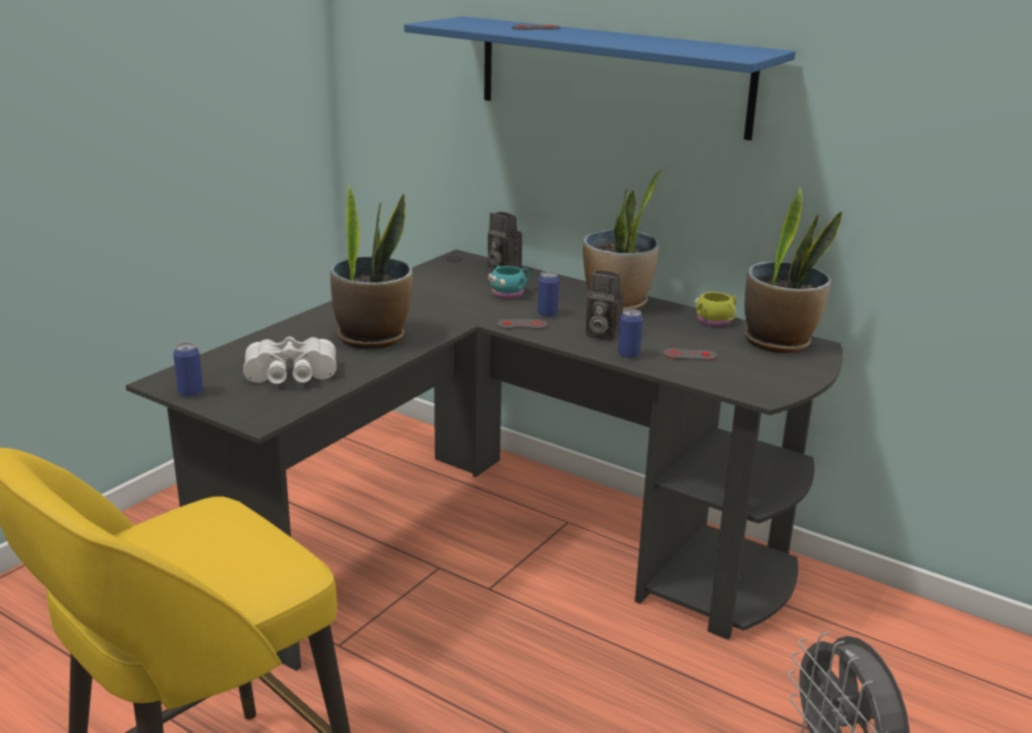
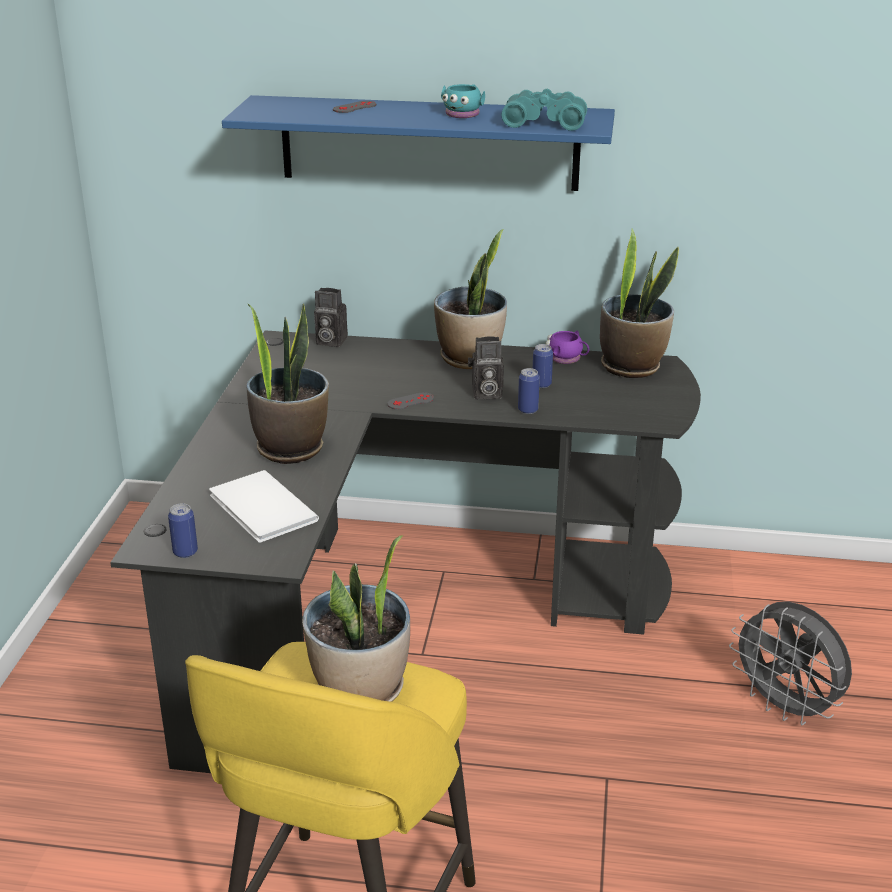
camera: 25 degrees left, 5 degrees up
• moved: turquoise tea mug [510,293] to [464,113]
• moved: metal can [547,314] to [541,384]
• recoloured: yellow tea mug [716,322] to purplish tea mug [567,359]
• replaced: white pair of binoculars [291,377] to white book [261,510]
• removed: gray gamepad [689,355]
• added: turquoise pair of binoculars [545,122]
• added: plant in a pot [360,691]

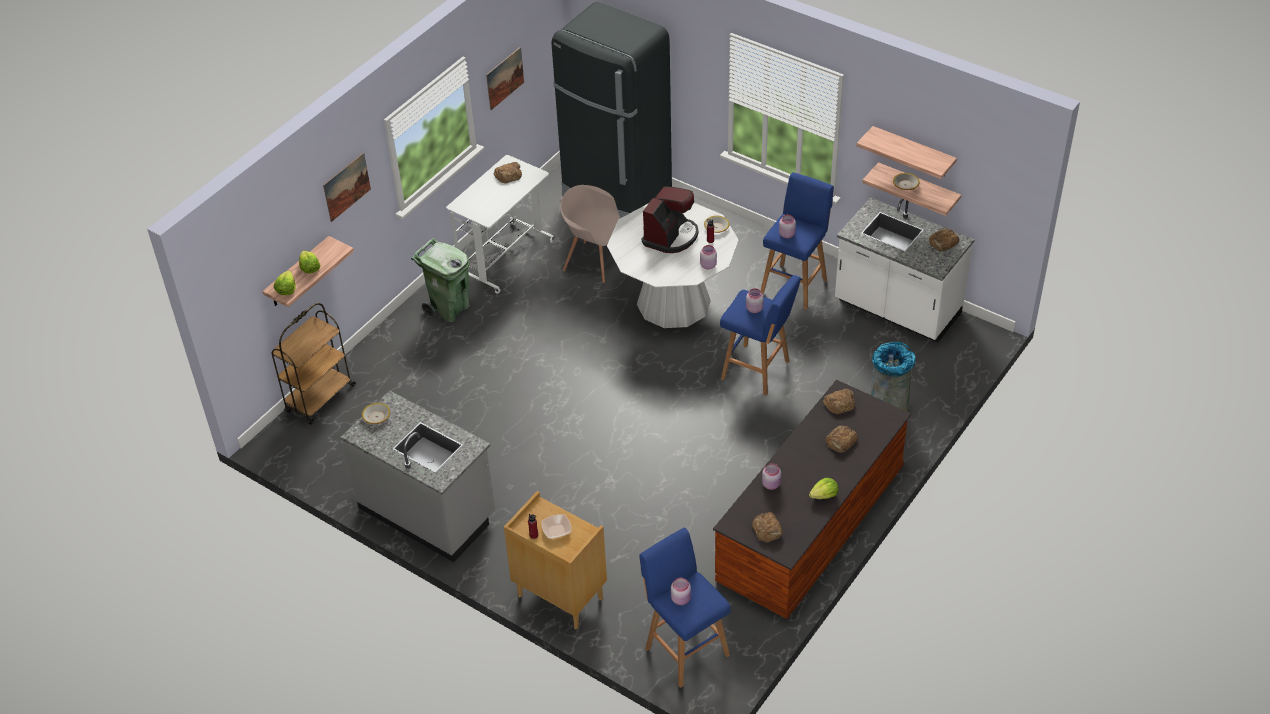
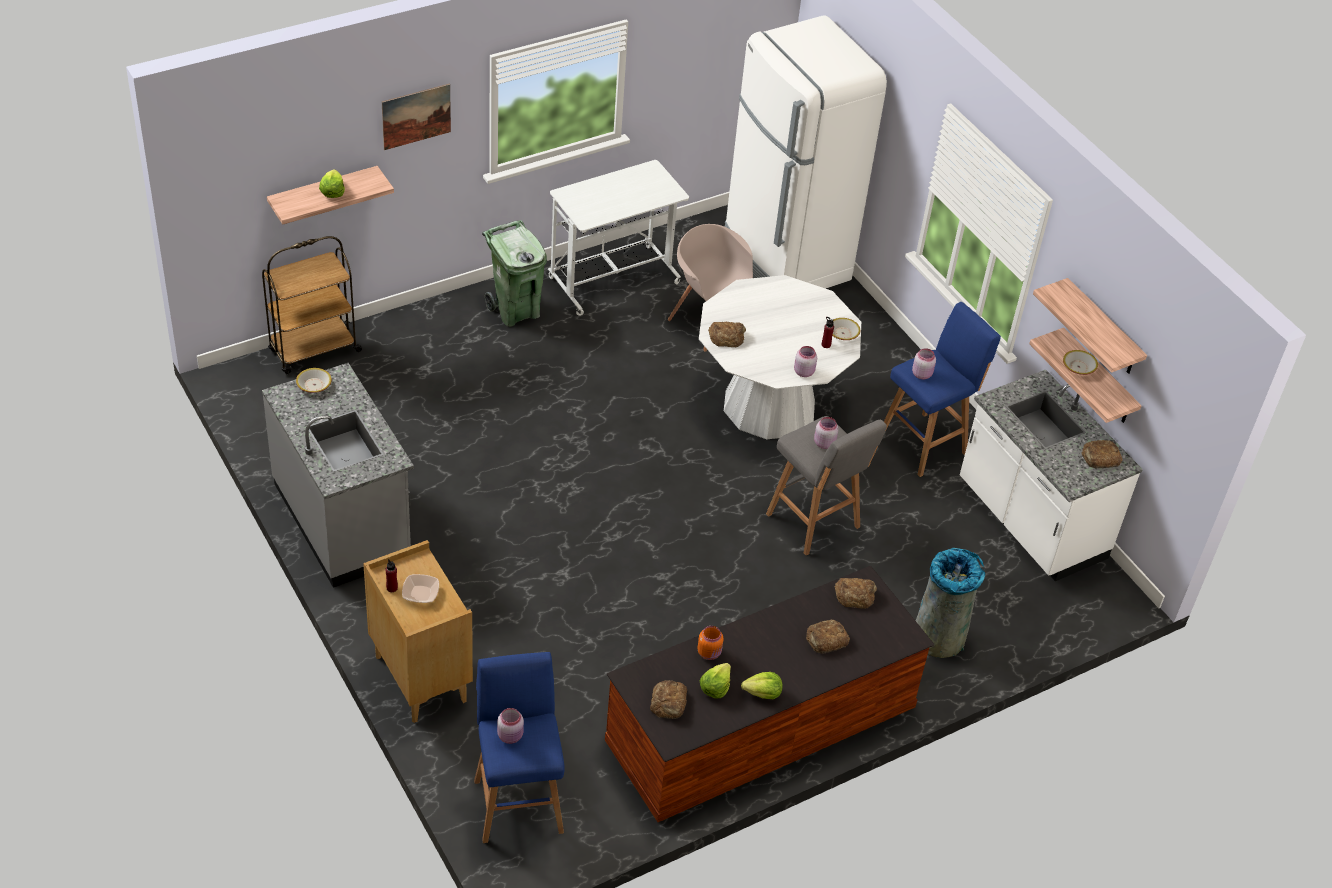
camera: 20 degrees right, 0 degrees up
• recoloured: blackish fridge [616,194] to white fridge [785,260]
• removed: wall art [505,78]
• moved: bread [508,175] to [727,336]
• removed: coffee machine [671,236]
• moved: head of lettuce [286,289] to [715,687]
• recoloured: blue stool [757,371] to gray stool [815,523]
• recoloured: pinkish jar [771,484] to orange jar [709,653]

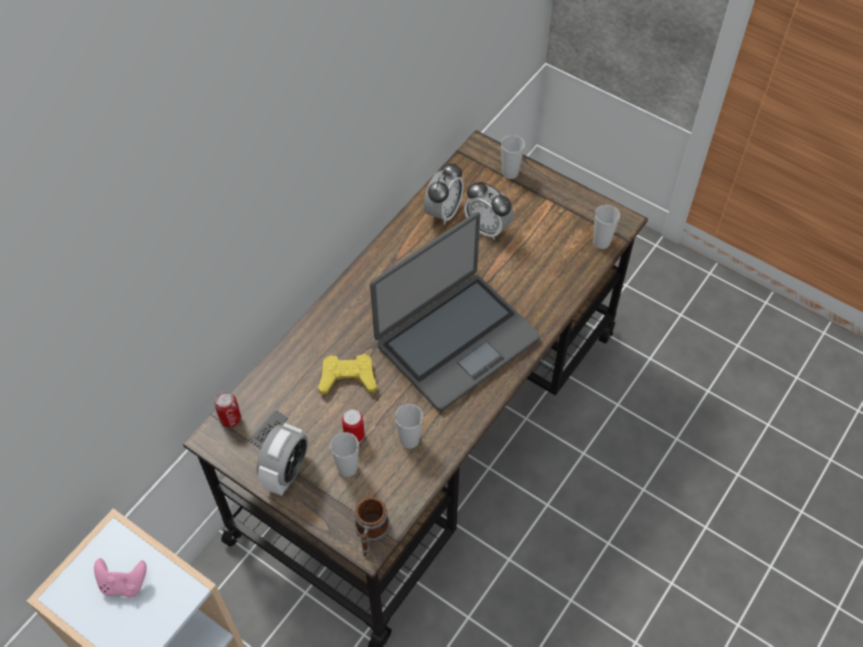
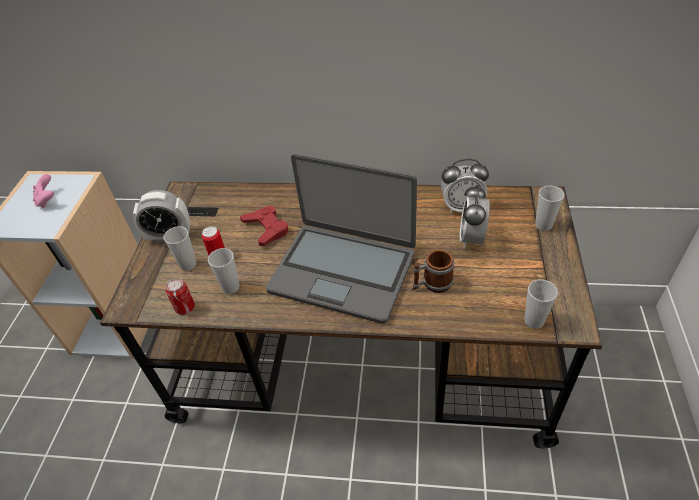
camera: 65 degrees right, 10 degrees down
• recoloured: yellow gamepad [348,378] to red gamepad [266,228]
• moved: metal can [230,418] to [185,308]
• moved: tea mug [370,533] to [432,284]

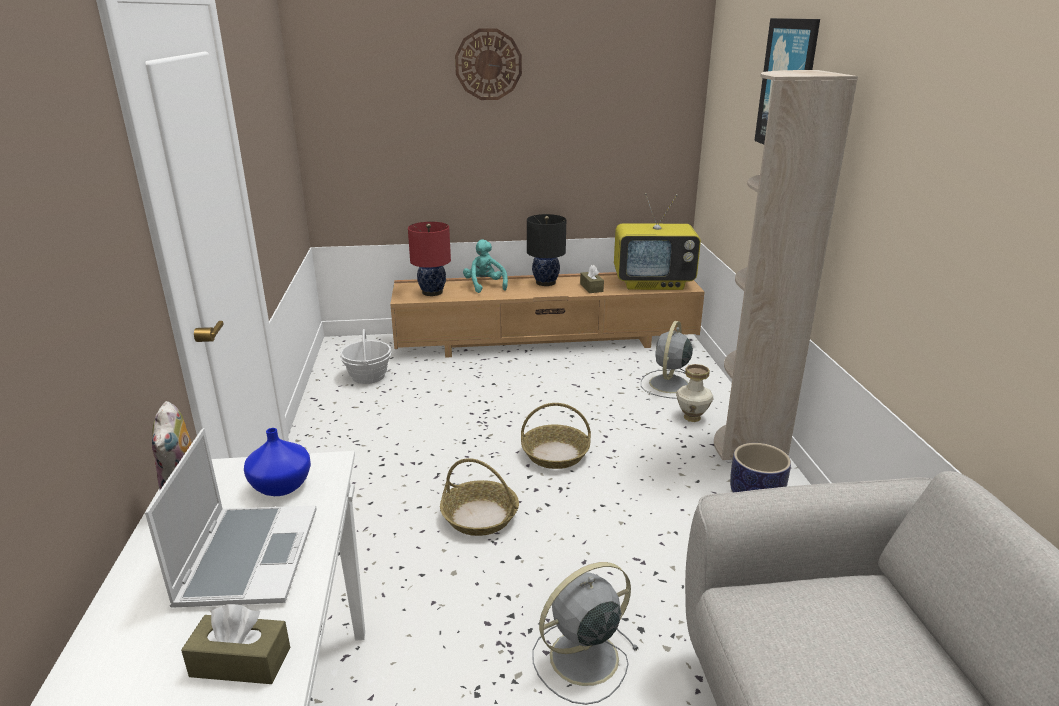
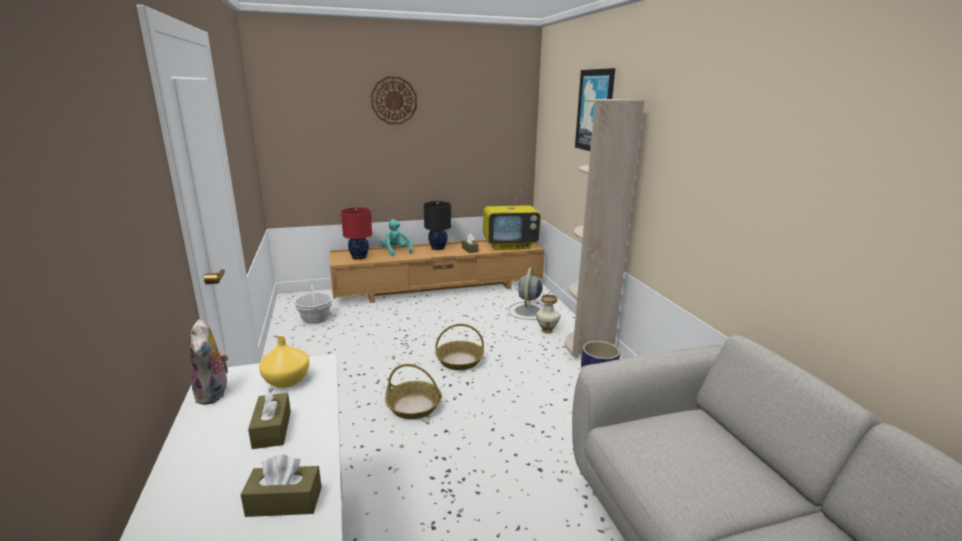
camera: 10 degrees left, 5 degrees down
• replaced: portable computer [248,556] to brown tissue box [272,429]
• recoloured: blue decorative vase [280,486] to yellow decorative vase [286,381]
• removed: gray fan [581,658]

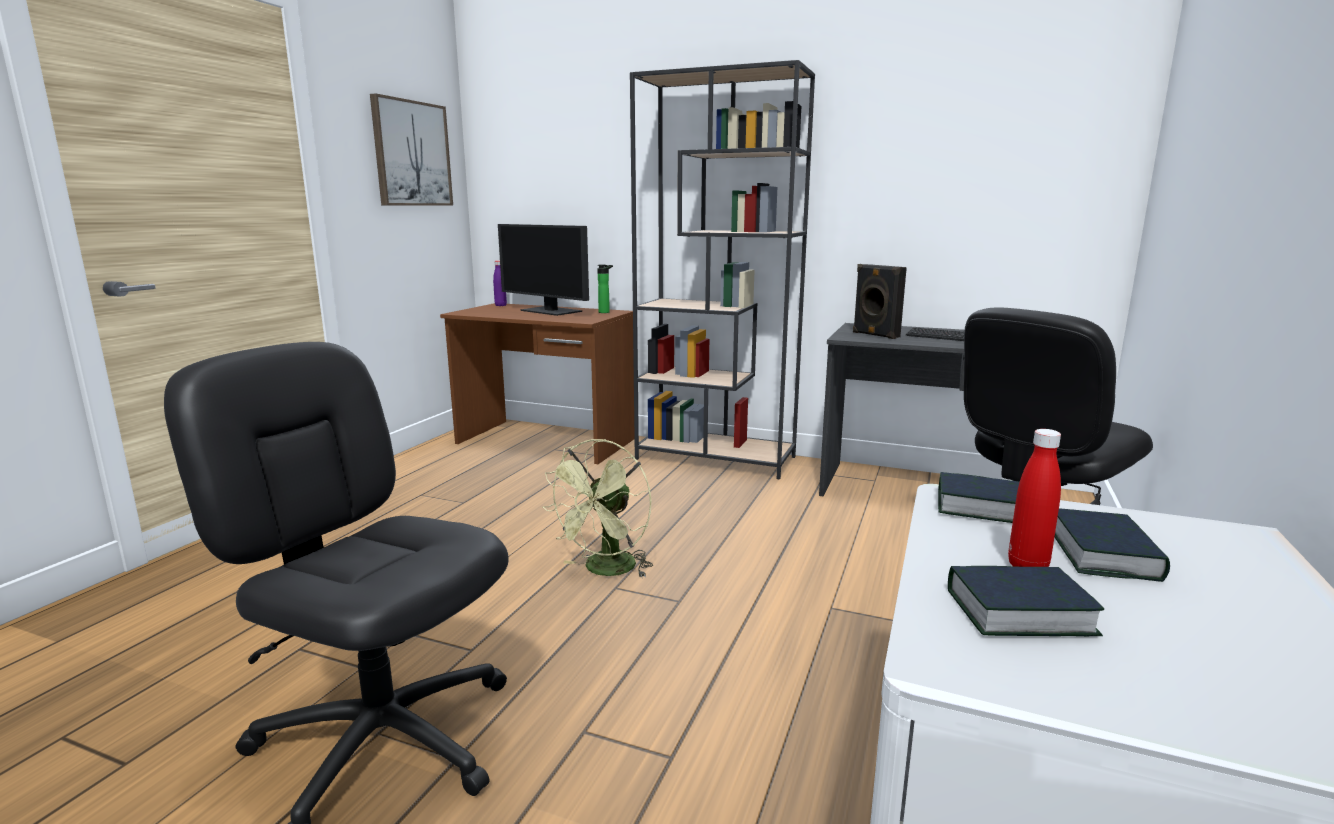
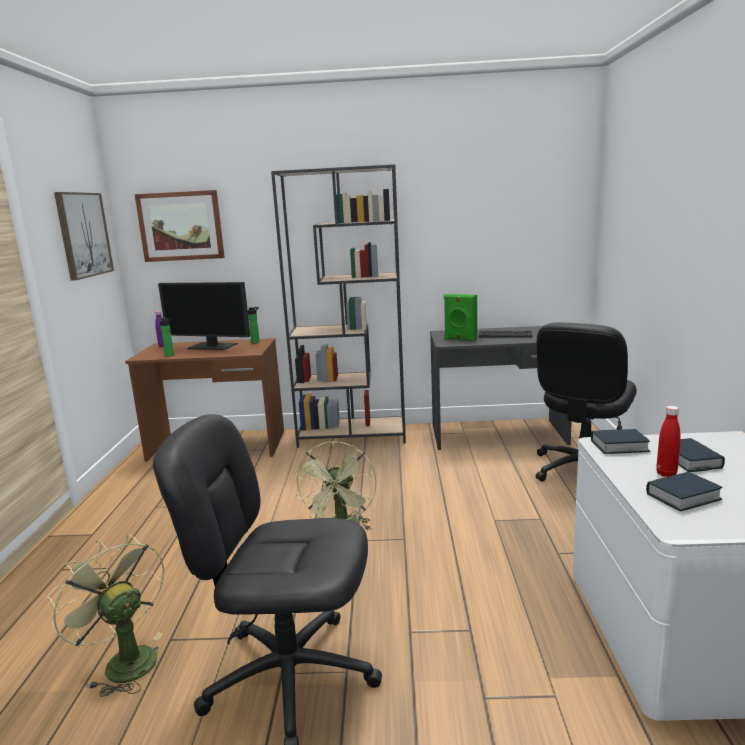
camera: 20 degrees left, 0 degrees up
• recoloured: blackish loudspeaker [874,335] to green loudspeaker [460,339]
• added: wall art [181,226]
• added: beverage bottle [170,355]
• added: green fan [123,661]

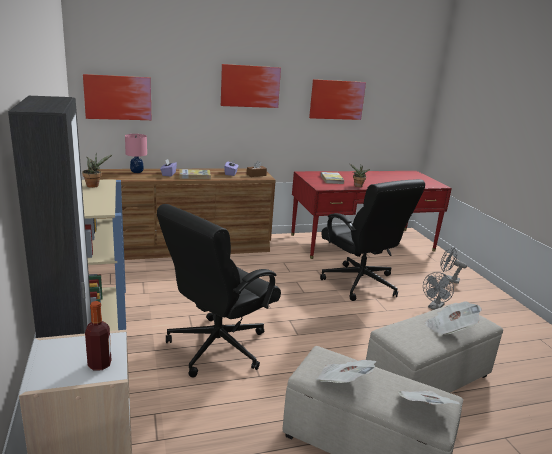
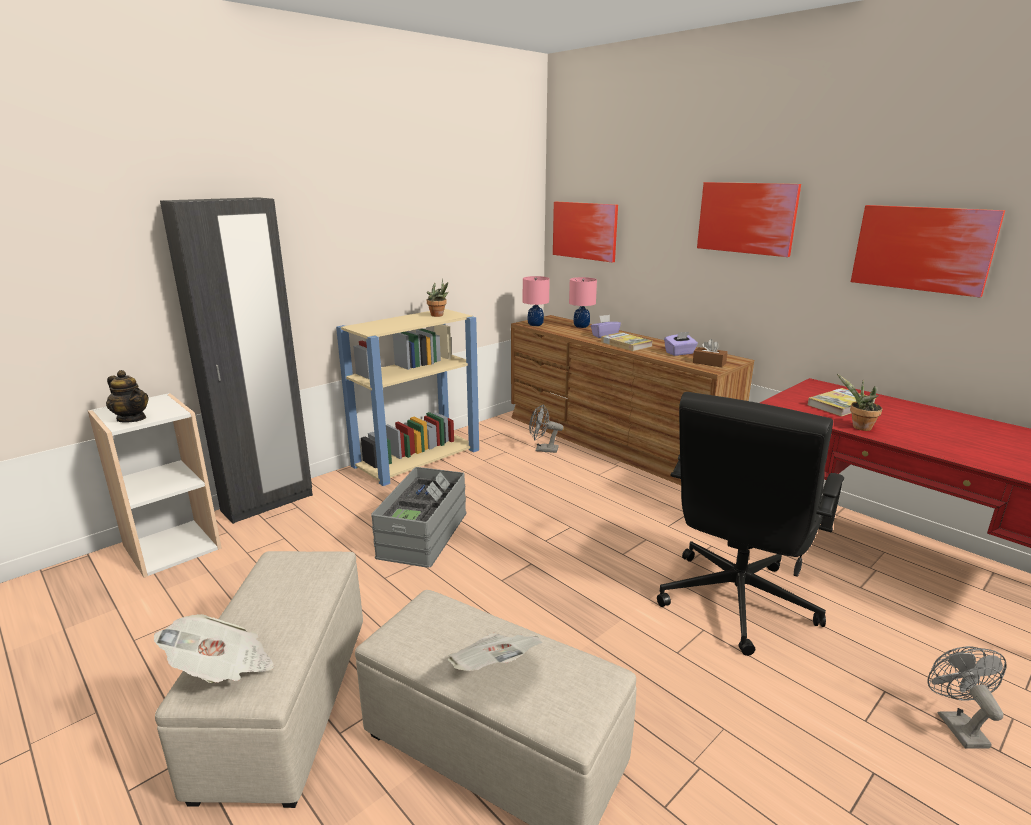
camera: 65 degrees right, 0 degrees up
• replaced: blackish desk chair [218,346] to gray storage box [422,533]
• moved: gray fan [435,307] to [543,449]
• replaced: beverage bottle [99,364] to tea pot [132,418]
• removed: printed paper [342,383]
• added: pinkish tabletop lamp [534,325]

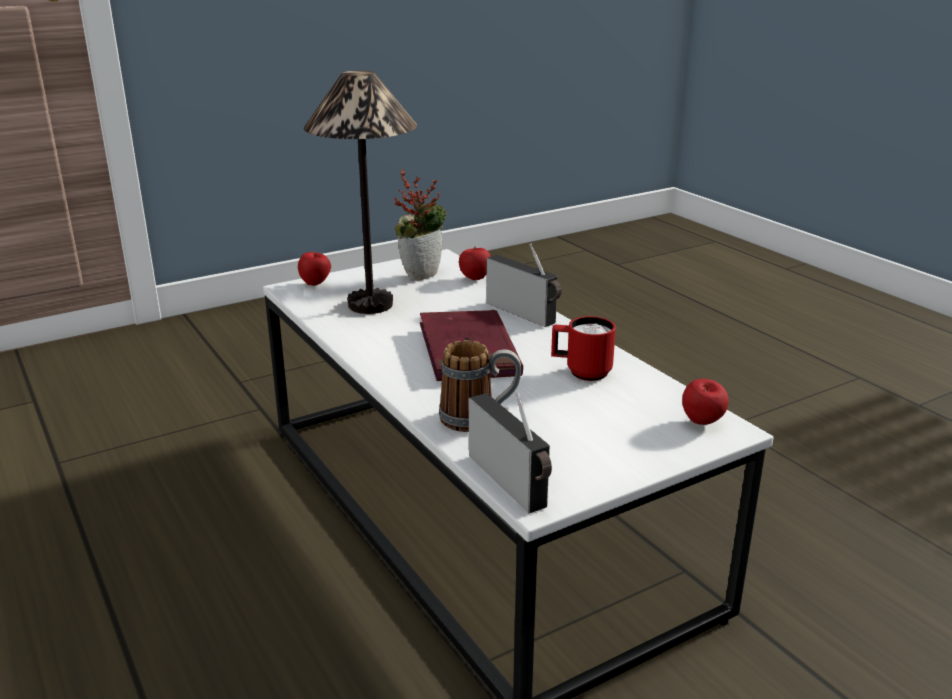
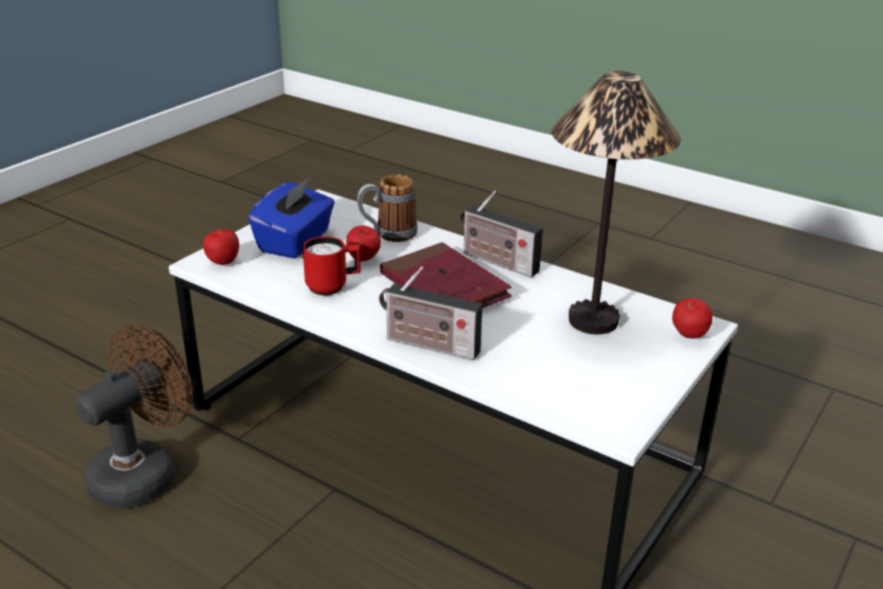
camera: 155 degrees right, 5 degrees up
• removed: plant in a pot [421,274]
• moved: apple fruit [474,279] to [364,260]
• moved: radio set [511,483] to [496,261]
• added: blue tissue box [295,242]
• added: brown fan [144,472]

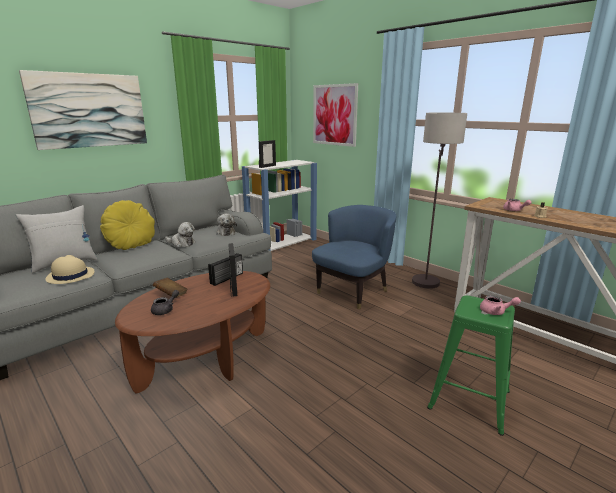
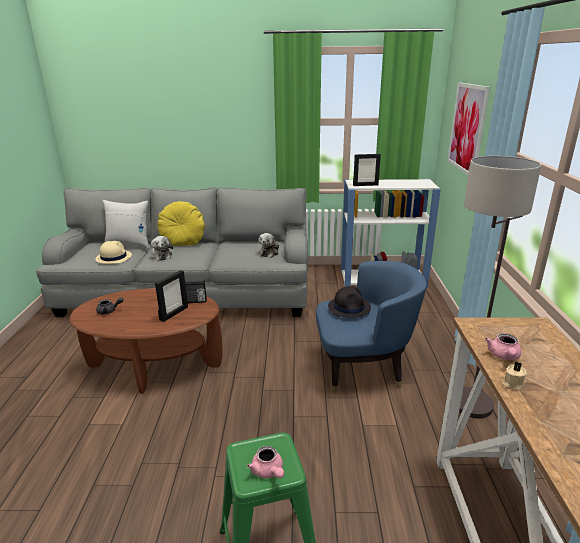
camera: 45 degrees right, 5 degrees up
• removed: wall art [89,110]
• moved: cuddly toy [181,243] to [161,255]
• removed: brown book [171,294]
• added: blackish wearable hat [349,307]

